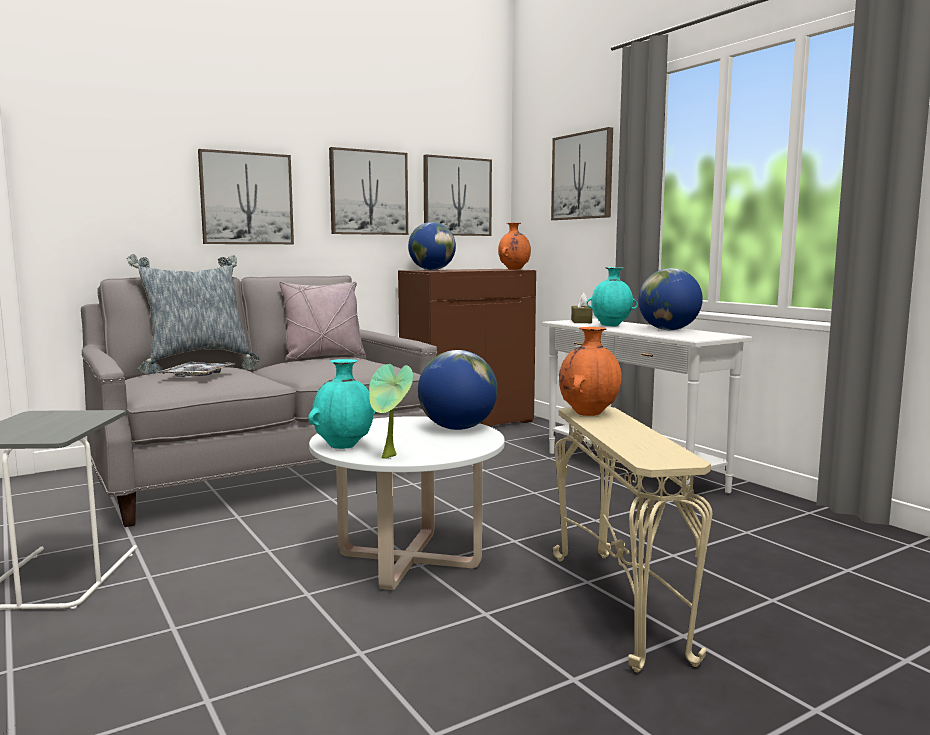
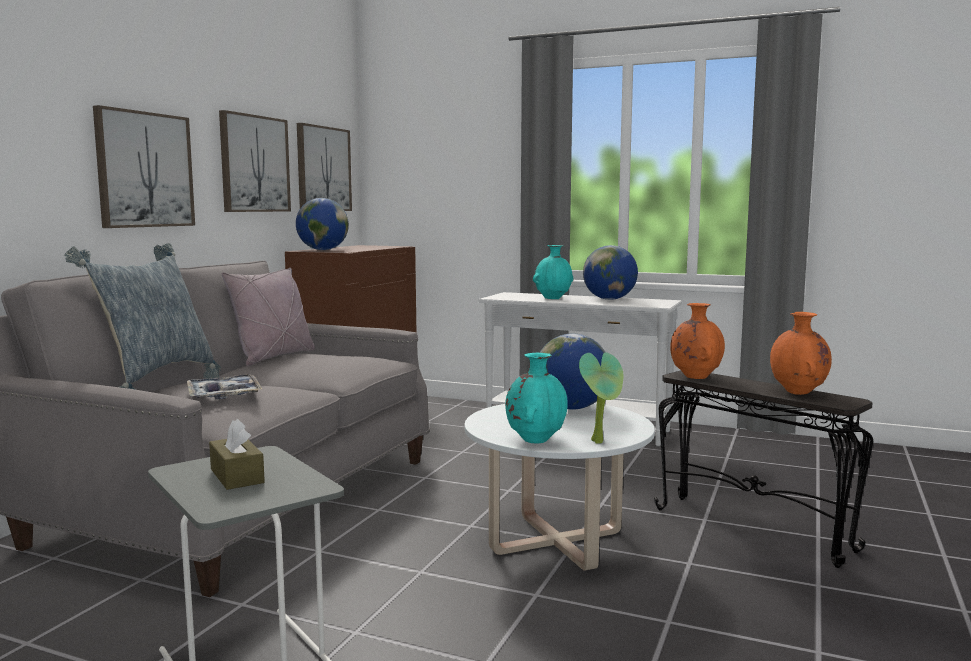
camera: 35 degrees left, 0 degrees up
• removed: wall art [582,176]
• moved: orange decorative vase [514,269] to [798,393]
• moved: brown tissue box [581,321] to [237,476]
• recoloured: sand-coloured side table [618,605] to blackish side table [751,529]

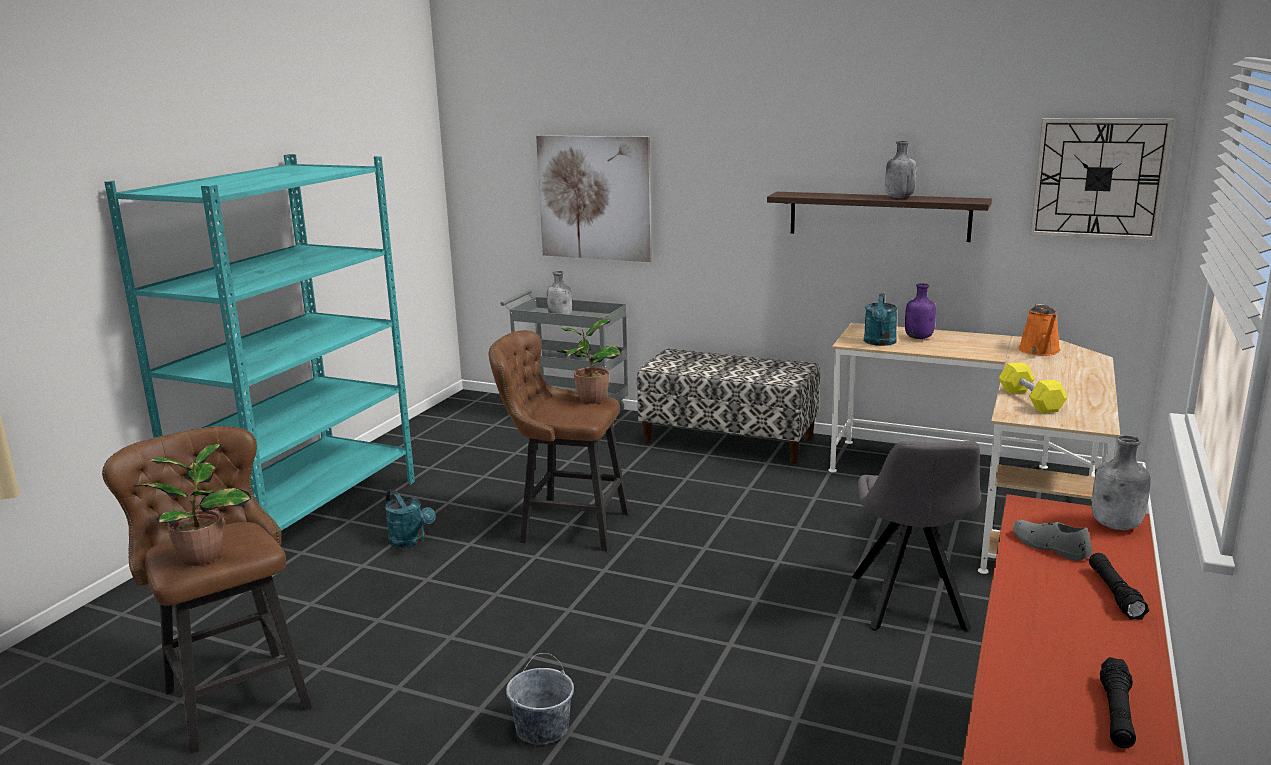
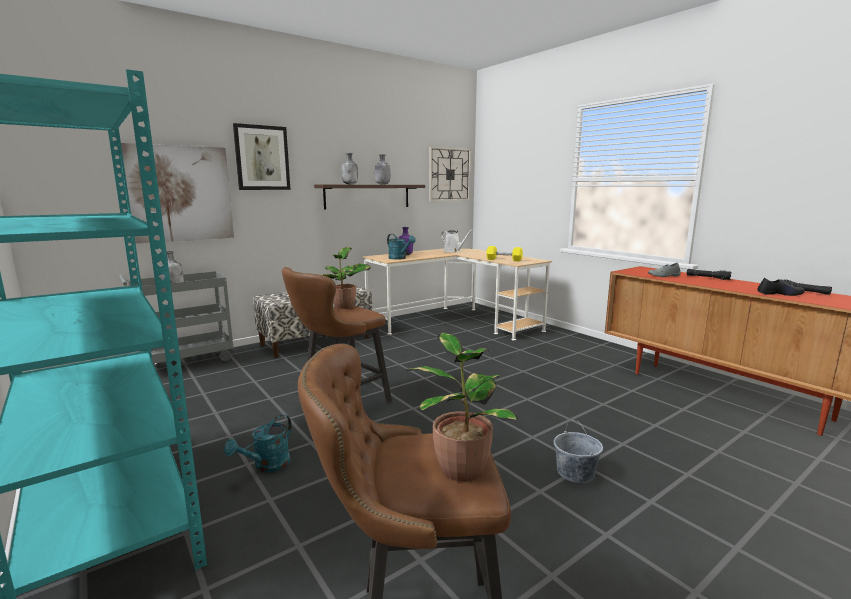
camera: 60 degrees left, 5 degrees down
• recoloured: orange watering can [1040,351] to white watering can [453,251]
• moved: gray beverage bottle [1116,526] to [350,184]
• removed: gray upright chair [910,603]
• turned: turquoise watering can [411,542] = [267,466] 135 degrees clockwise
• added: wall art [262,158]
• added: blackish low shoe [779,294]

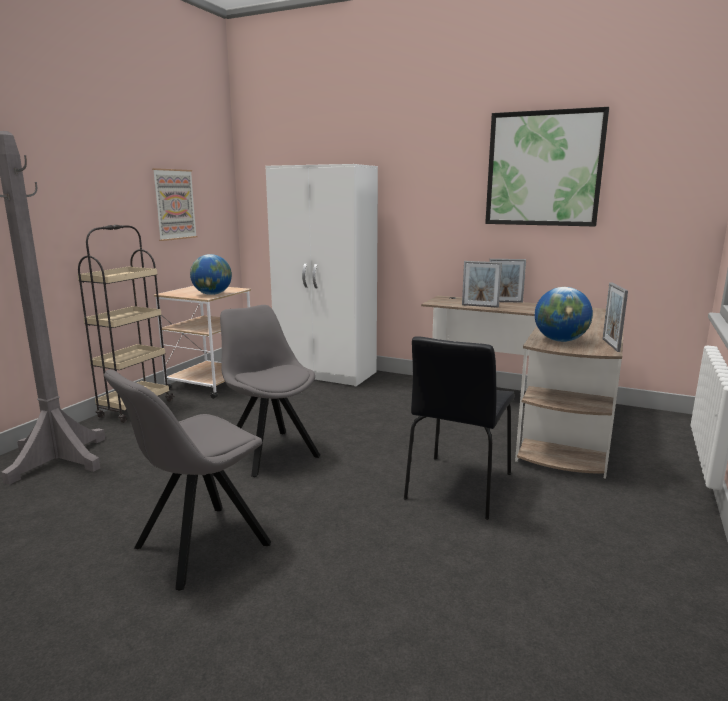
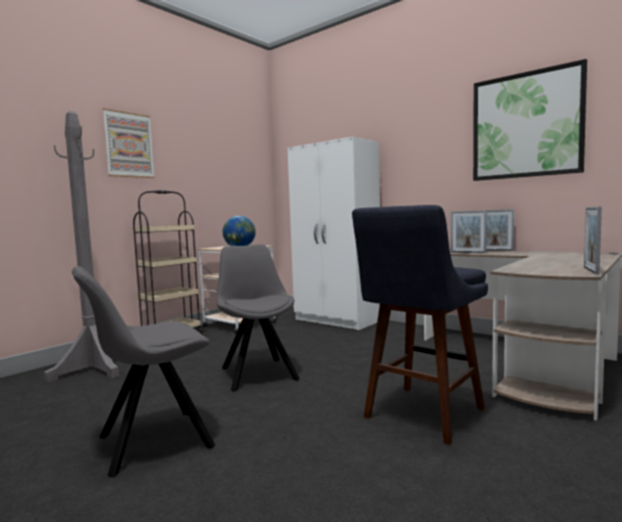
camera: 15 degrees right, 10 degrees down
• moved: wall art [174,204] to [129,145]
• removed: globe [560,340]
• replaced: blackish upright chair [457,488] to blue stool [420,416]

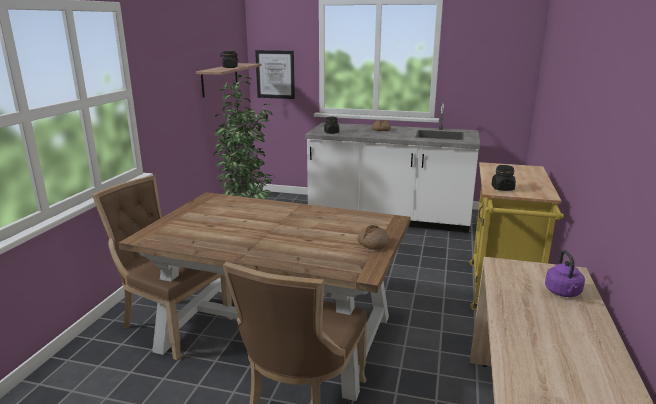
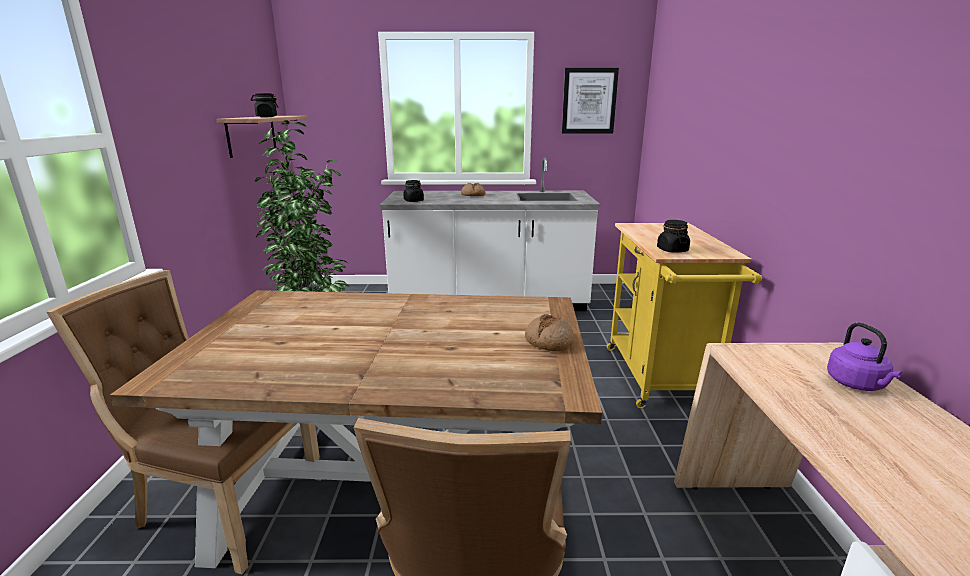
camera: 15 degrees left, 0 degrees up
• moved: wall art [275,74] to [589,101]

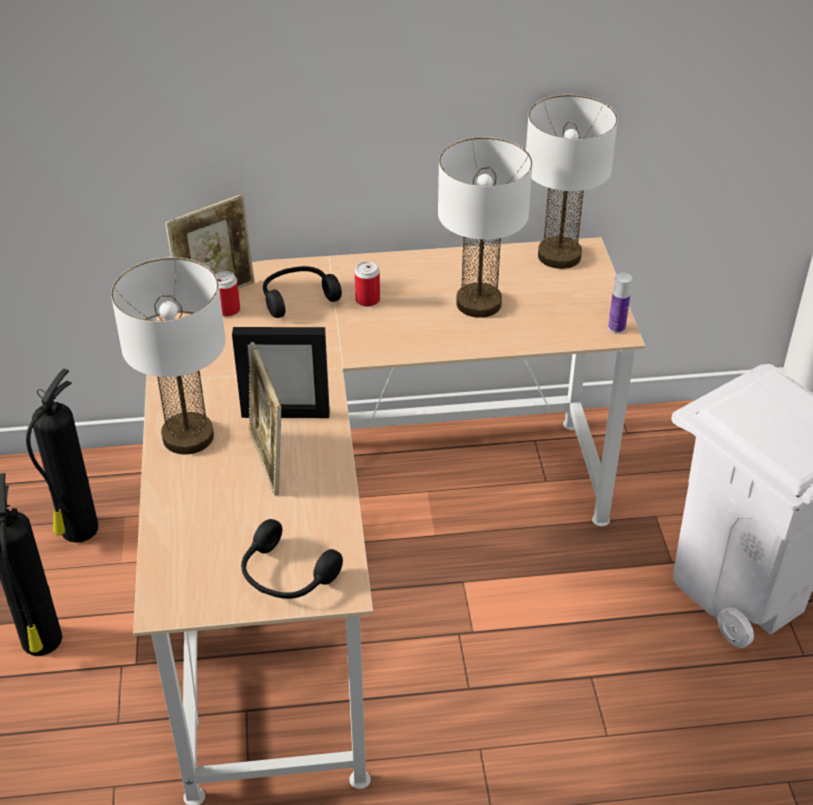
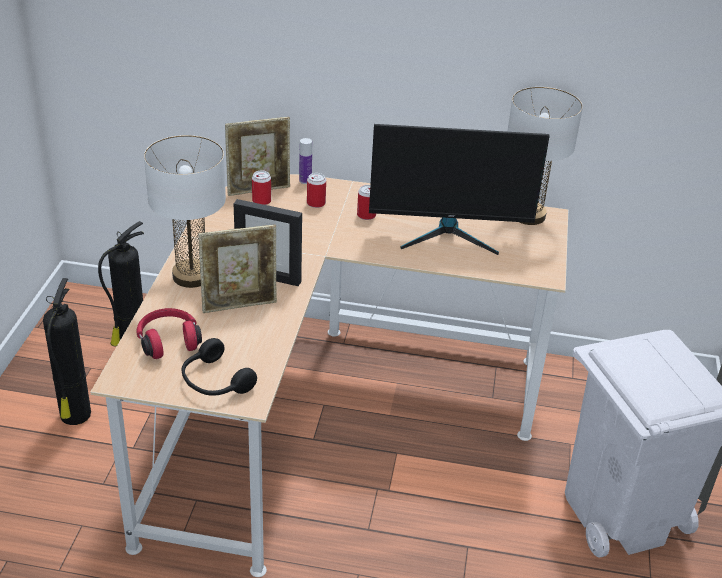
camera: 15 degrees right, 5 degrees down
• replaced: tabletop lamp [479,303] to monitor [449,234]
• replaced: blackish headphones [297,297] to metal can [316,203]
• moved: beverage bottle [616,328] to [305,180]
• turned: picture frame [268,462] = [240,305] 105 degrees counterclockwise
• added: red headphones [168,341]

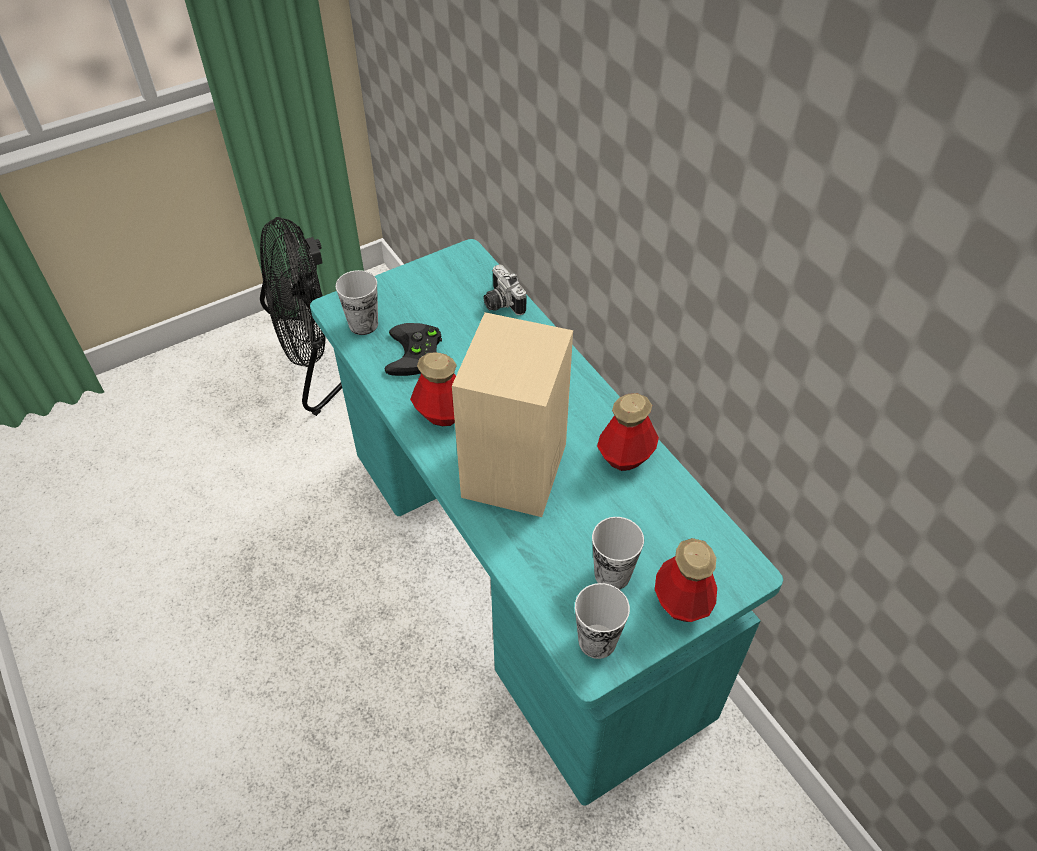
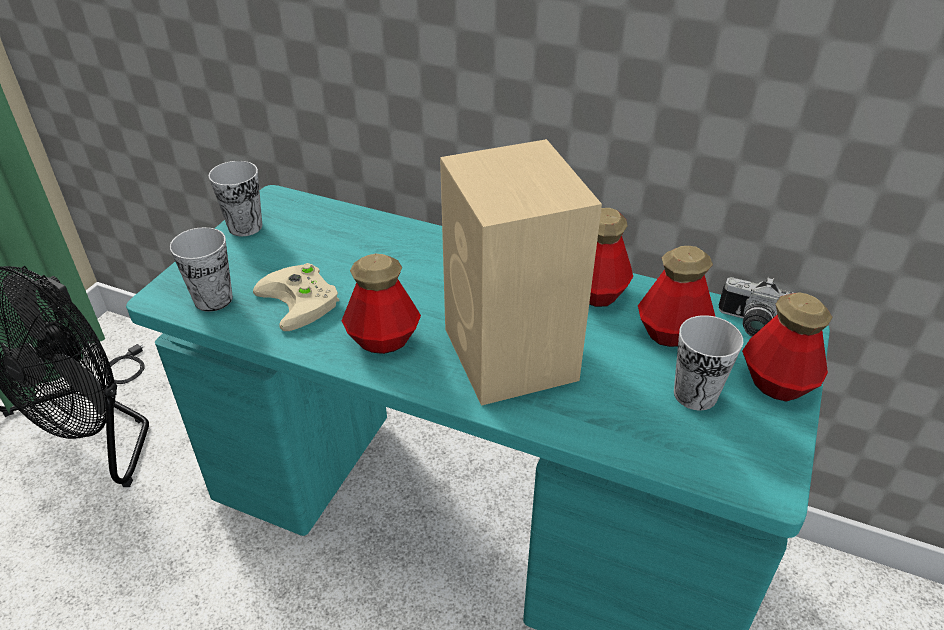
camera: 35 degrees left, 10 degrees down
• moved: still camera [500,303] to [751,325]
• recoloured: blackish gamepad [416,354] to sand-coloured gamepad [302,301]
• moved: drinking cup [597,641] to [245,226]
• added: beverage bottle [671,333]

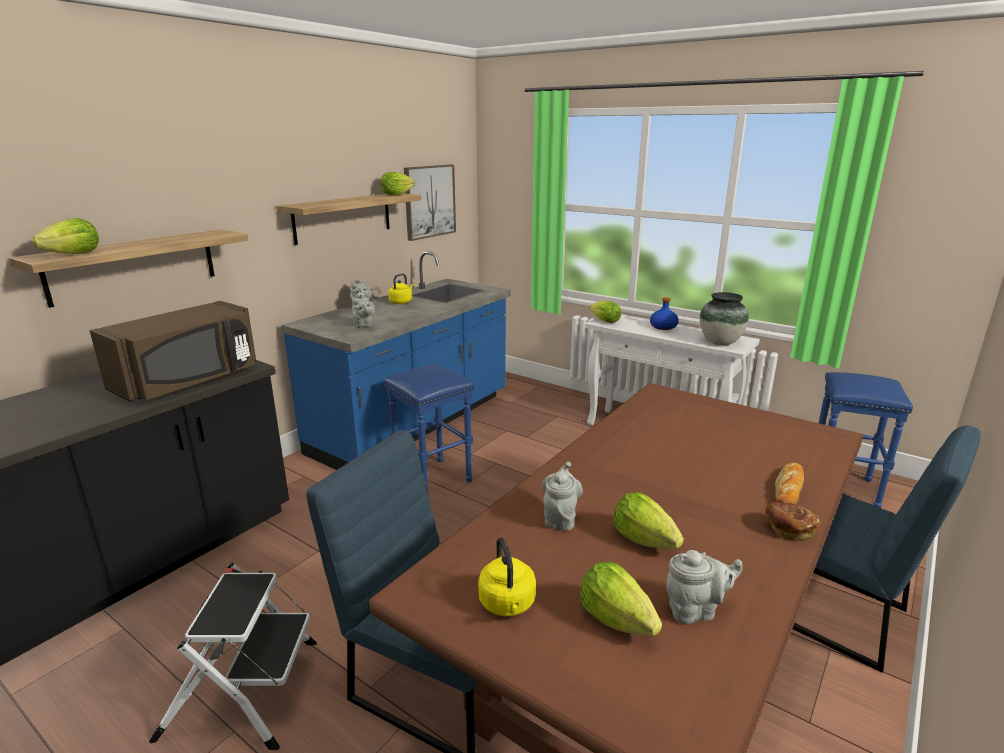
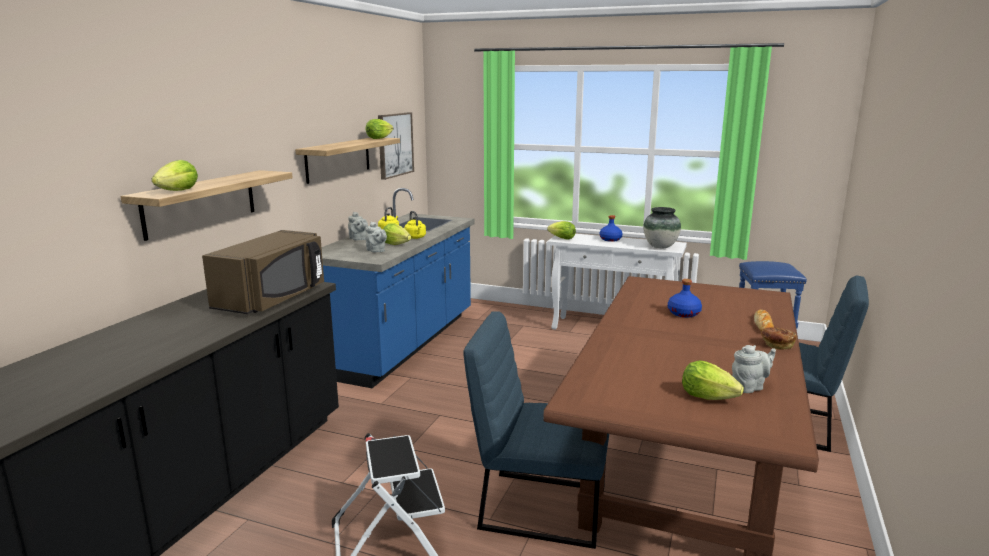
camera: 15 degrees left, 5 degrees down
• removed: blue stool [433,478]
• removed: gray tea pot [560,518]
• moved: head of lettuce [644,539] to [396,244]
• moved: yellow tea kettle [507,605] to [415,237]
• added: blue beverage bottle [684,313]

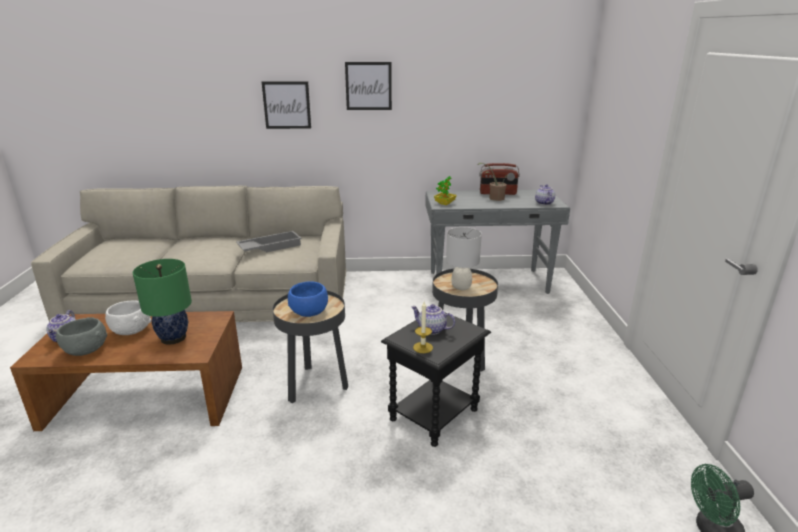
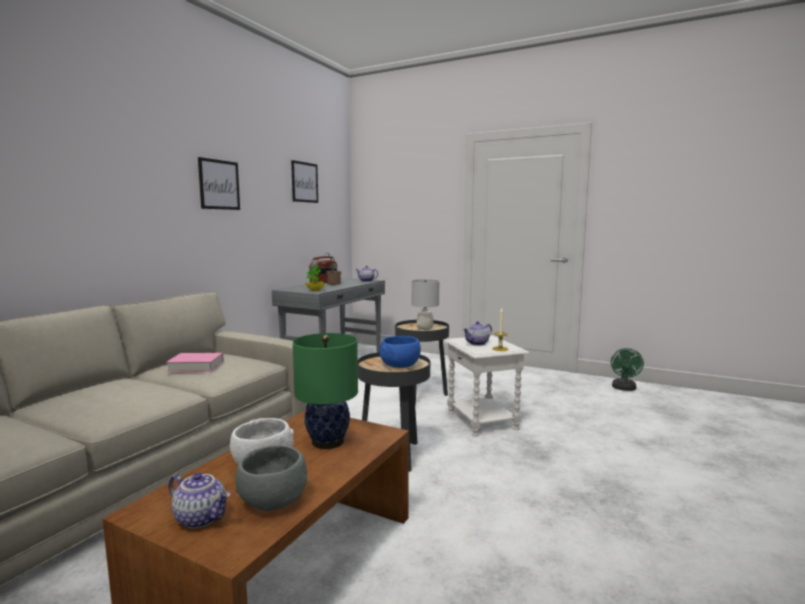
camera: 60 degrees left, 15 degrees down
• moved: wall art [287,105] to [304,182]
• replaced: gray tray [270,246] to pinkish book [196,367]
• recoloured: blackish side table [435,414] to white side table [483,420]

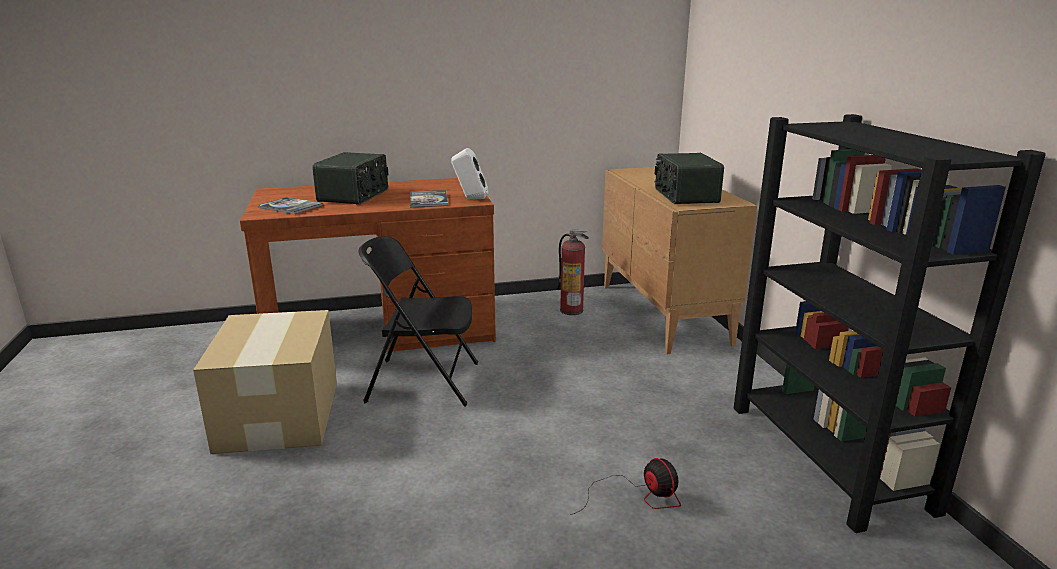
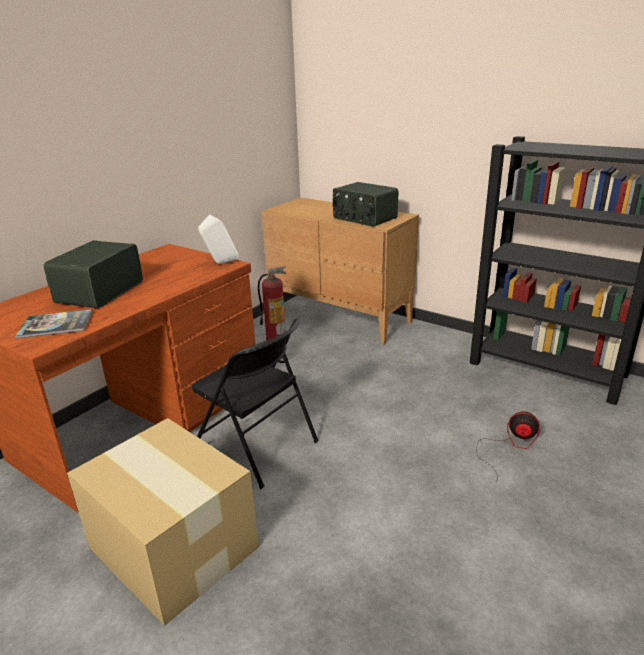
camera: 40 degrees left, 5 degrees up
• turned: radio set [354,195] = [99,292] 135 degrees counterclockwise
• removed: book [428,200]
• turned: blackish upright chair [424,381] = [255,446] 105 degrees counterclockwise

